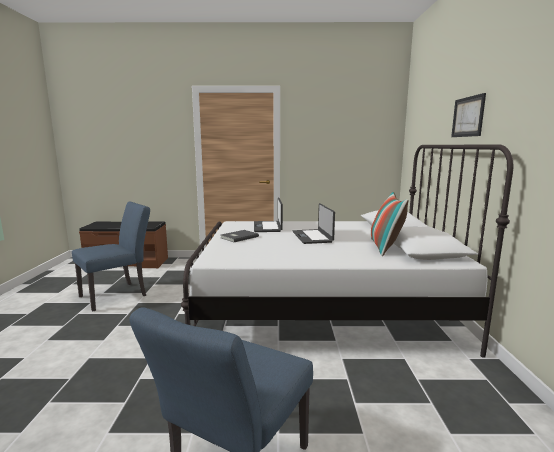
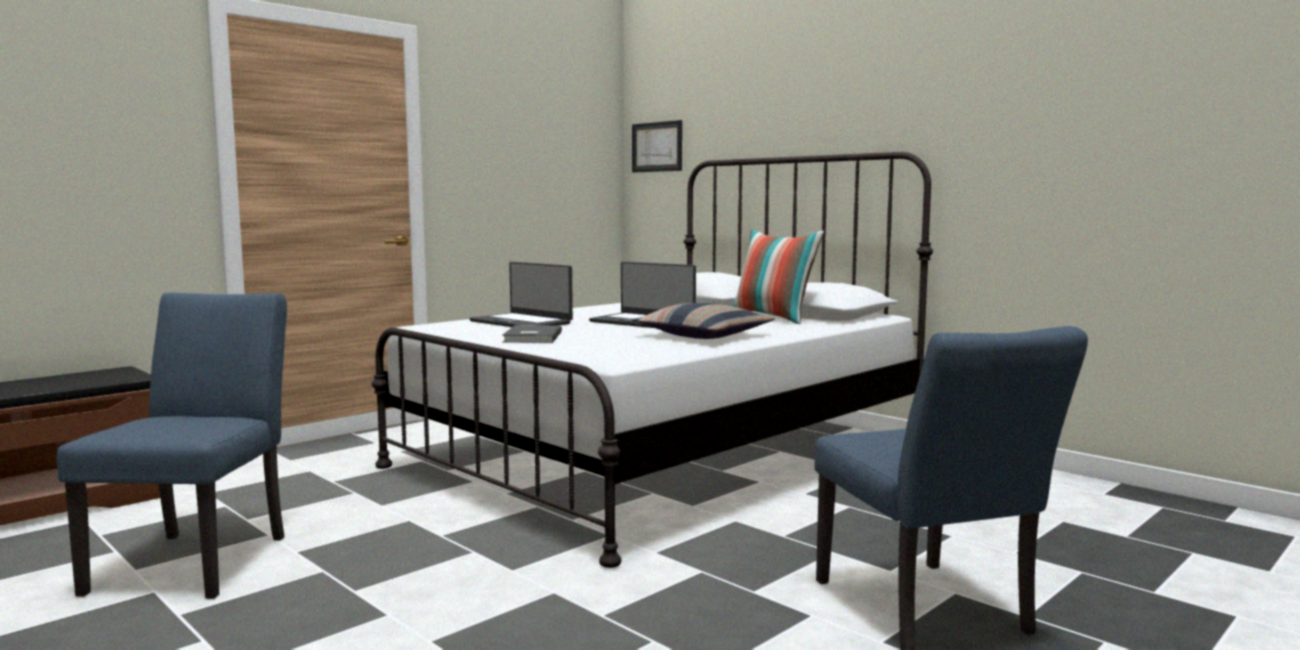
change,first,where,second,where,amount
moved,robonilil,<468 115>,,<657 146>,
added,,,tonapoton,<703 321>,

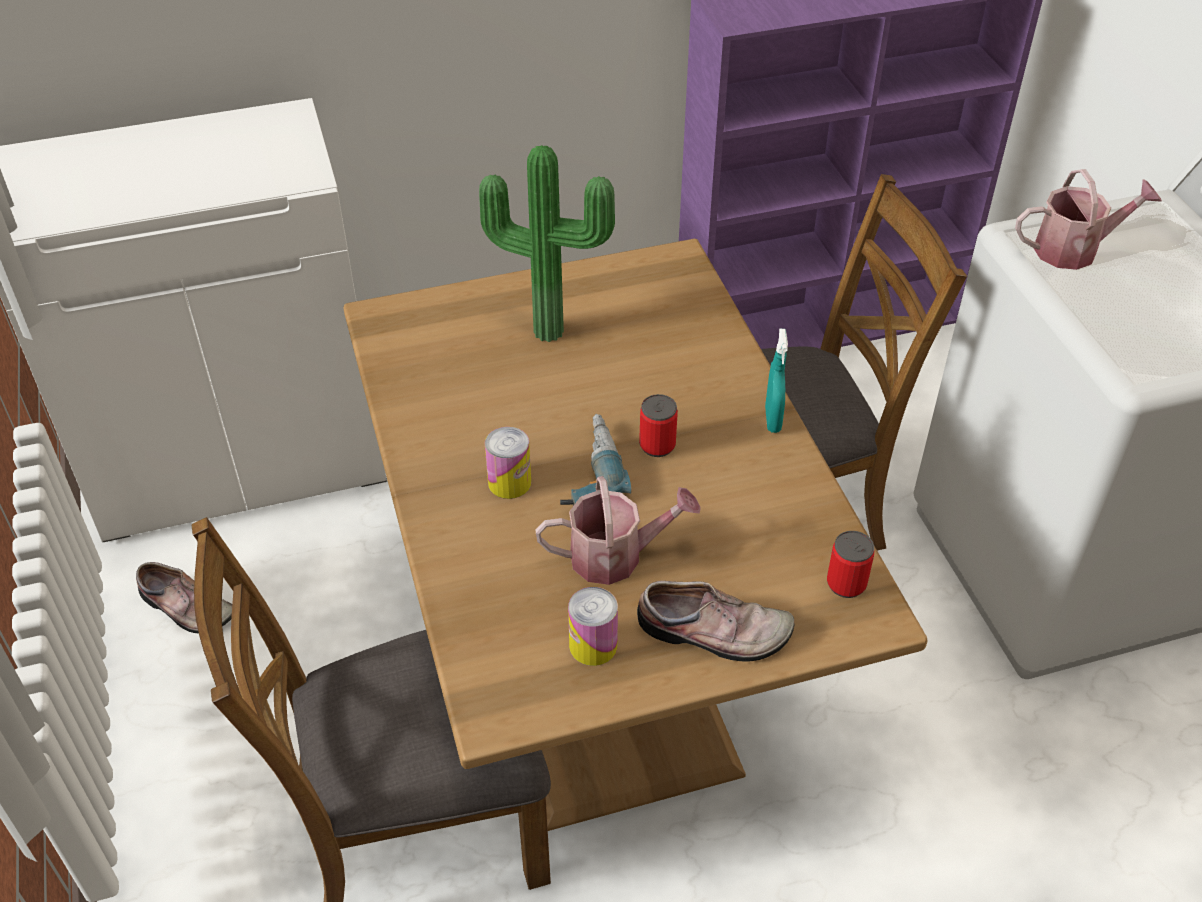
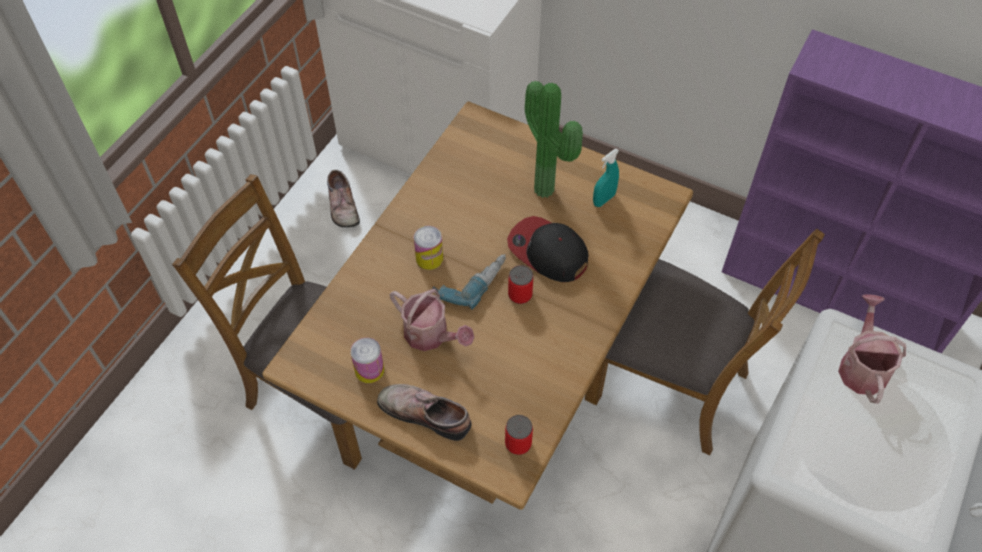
change,first,where,second,where,amount
turned,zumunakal,<715 621>,,<424 412>,150 degrees clockwise
added,,,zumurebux,<547 249>,
moved,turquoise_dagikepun,<776 381>,,<606 178>,
turned,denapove,<1088 219>,,<872 349>,120 degrees counterclockwise

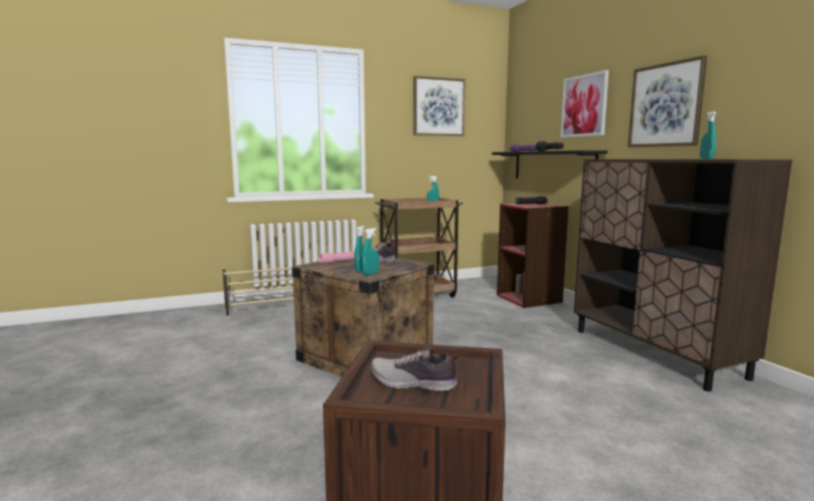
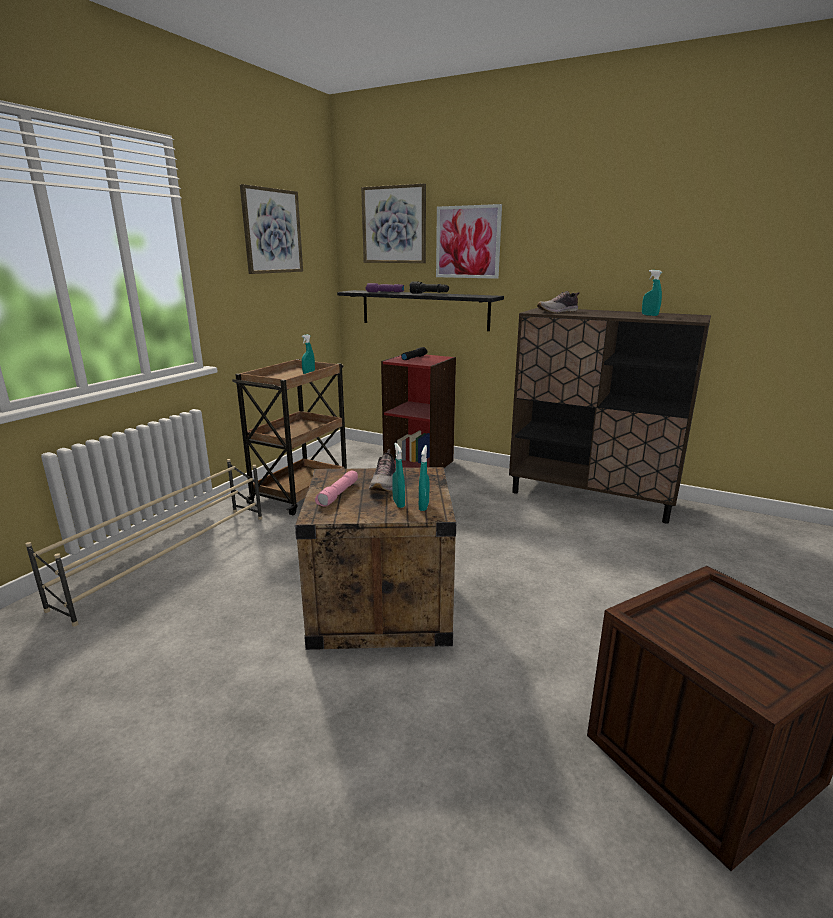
change,first,where,second,where,amount
moved,robonilil,<667 101>,,<393 223>,
moved,zumunakal,<415 370>,,<558 302>,

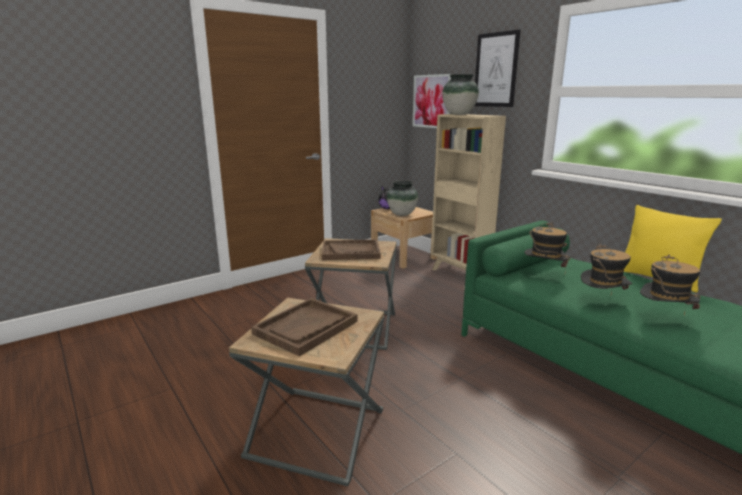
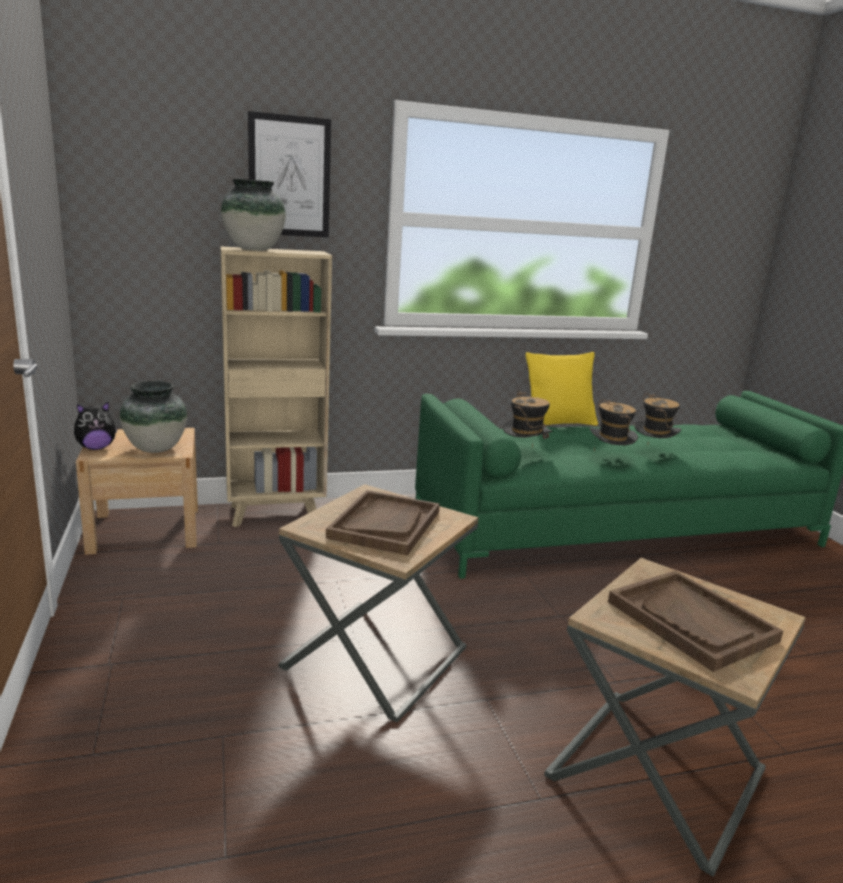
change,first,where,second,where,amount
removed,robonilil,<432 101>,,,

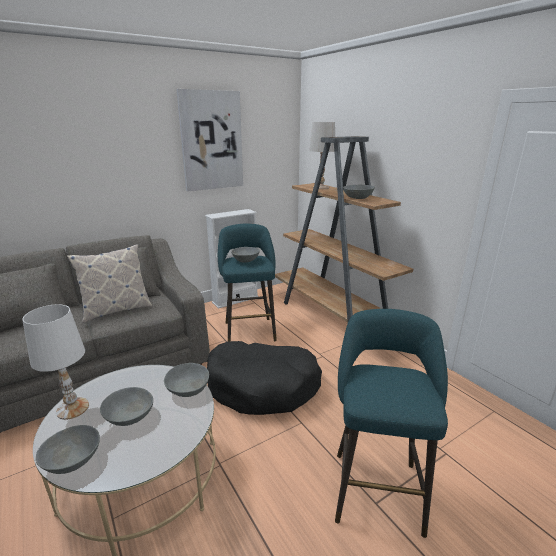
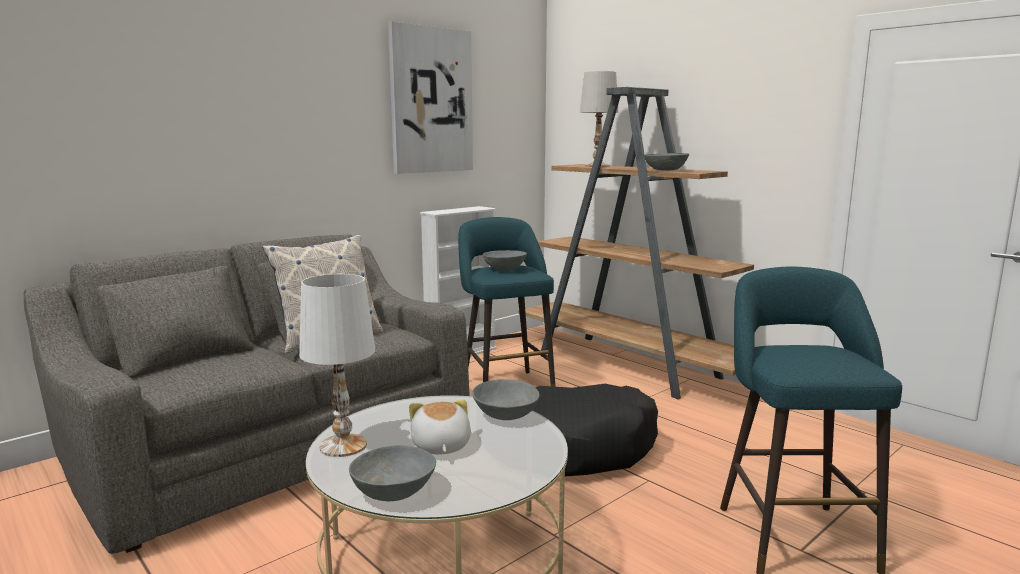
change,first,where,second,where,amount
replaced,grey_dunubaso,<126 406>,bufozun,<440 427>,

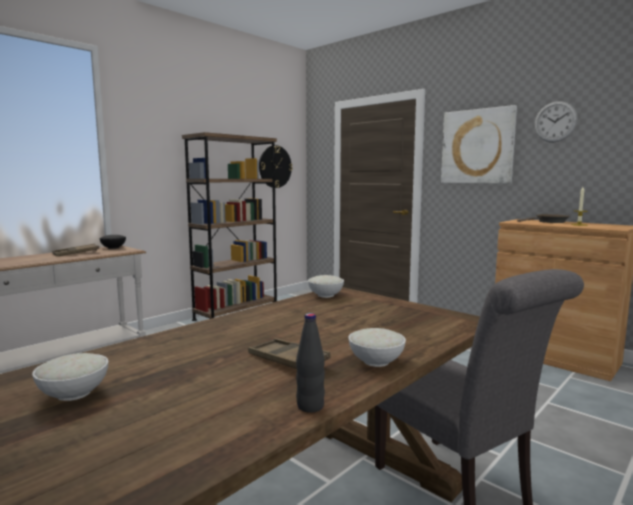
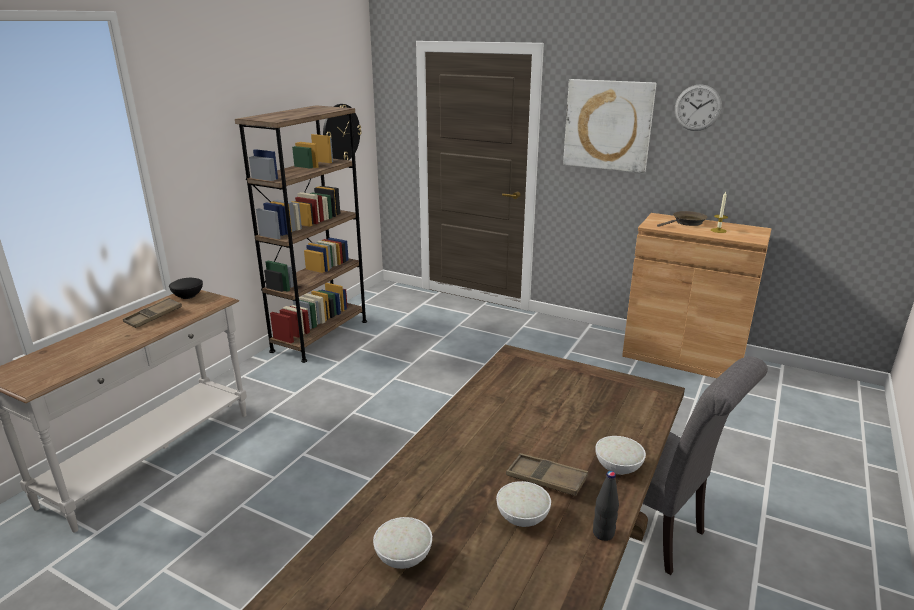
change,first,where,second,where,amount
moved,white_dunubaso,<326 286>,,<523 504>,

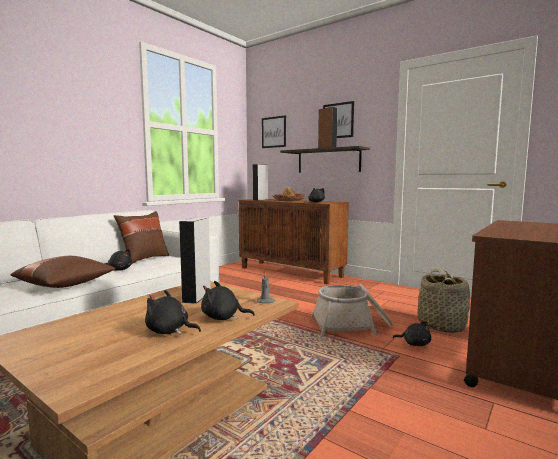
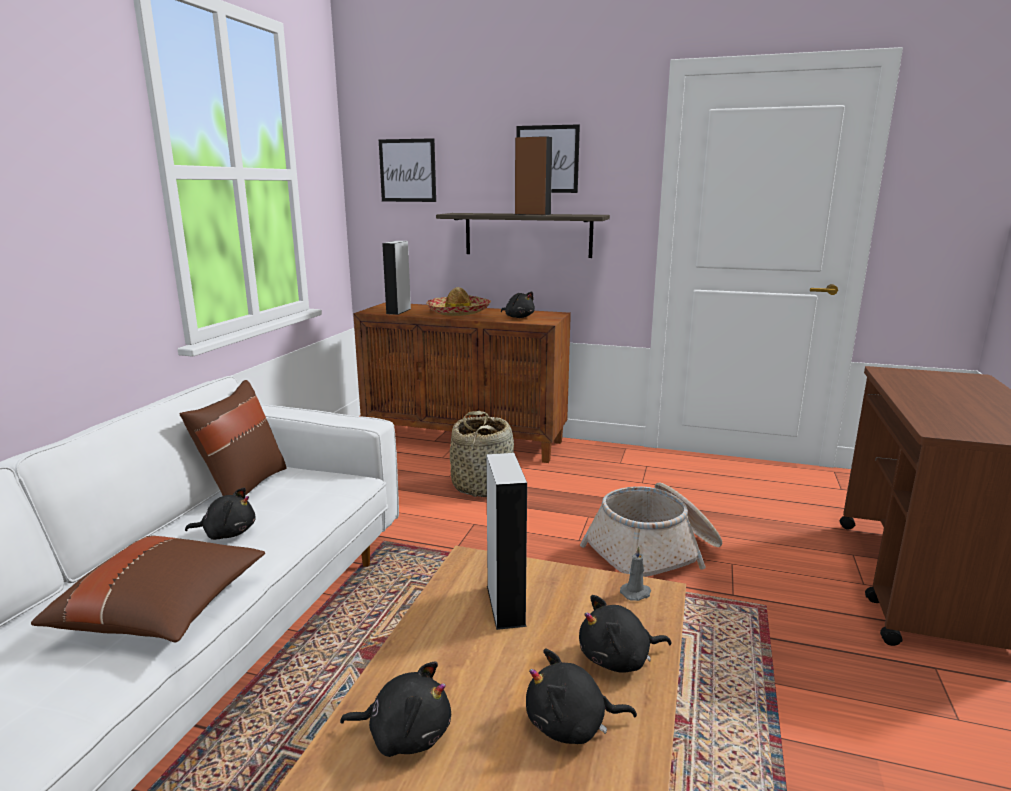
change,first,where,second,where,amount
moved,black_bufozun,<412 333>,,<395 709>,
moved,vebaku,<443 301>,,<482 454>,

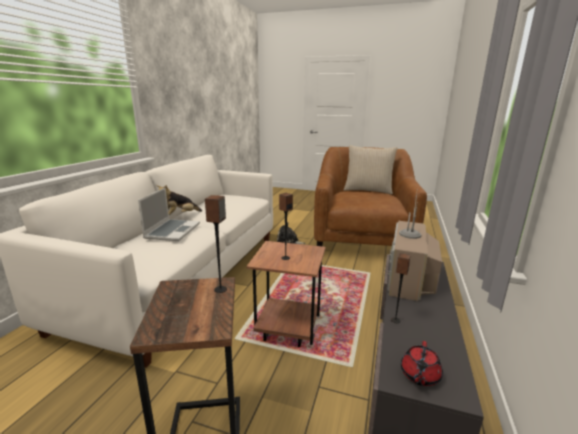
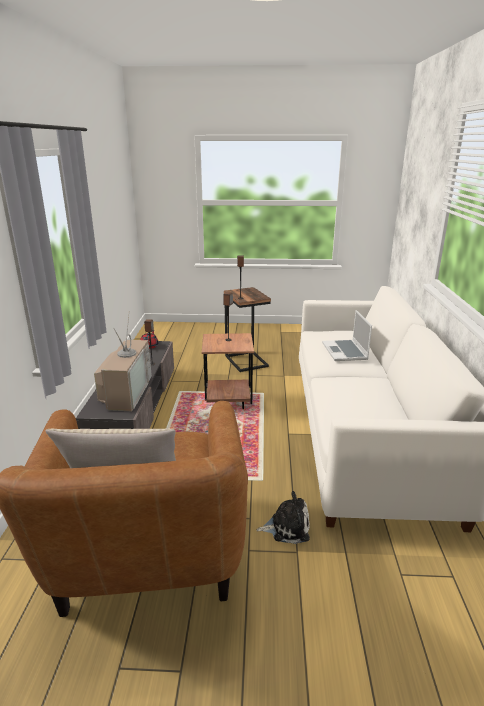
change,first,where,second,where,amount
removed,bufozun,<179 200>,,,

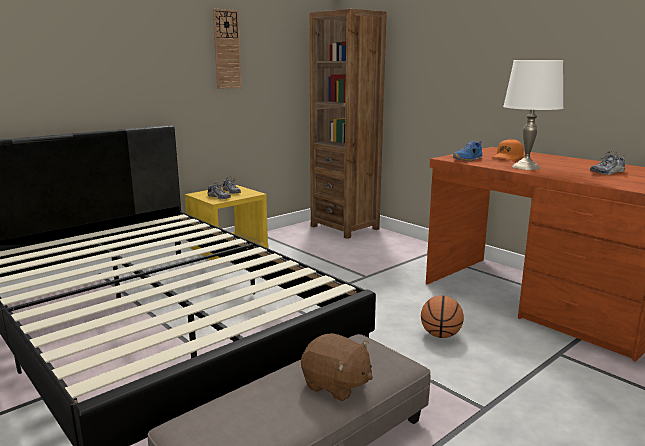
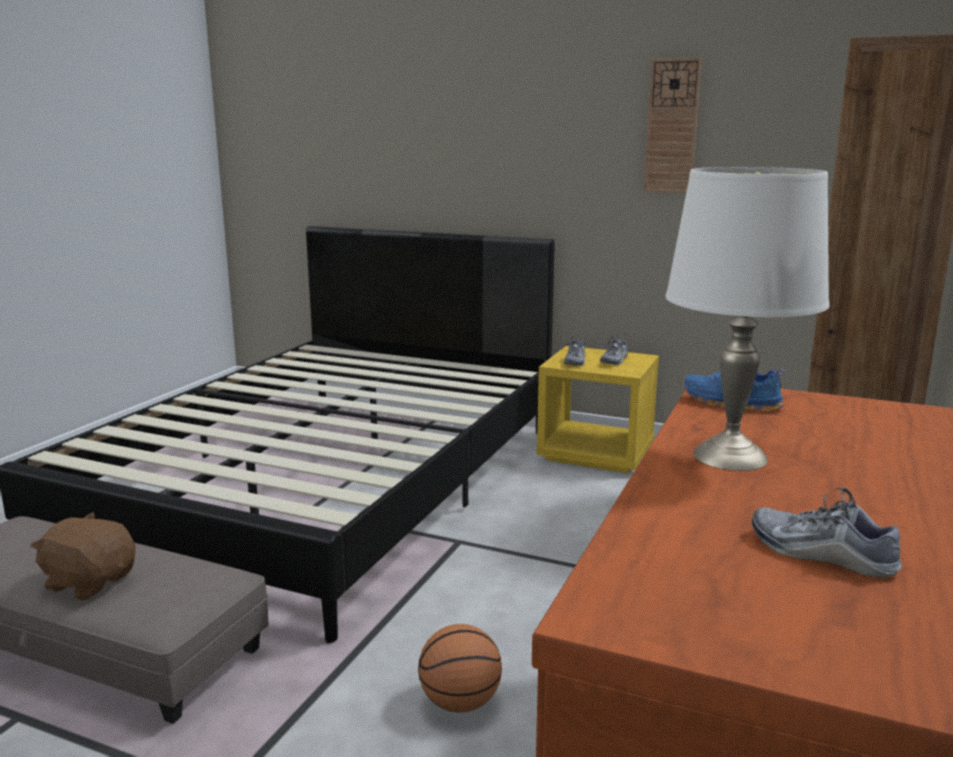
change,first,where,second,where,amount
turned,brown_bufozun,<337 367>,,<83 556>,105 degrees clockwise
removed,orange_zumurebux,<508 149>,,,

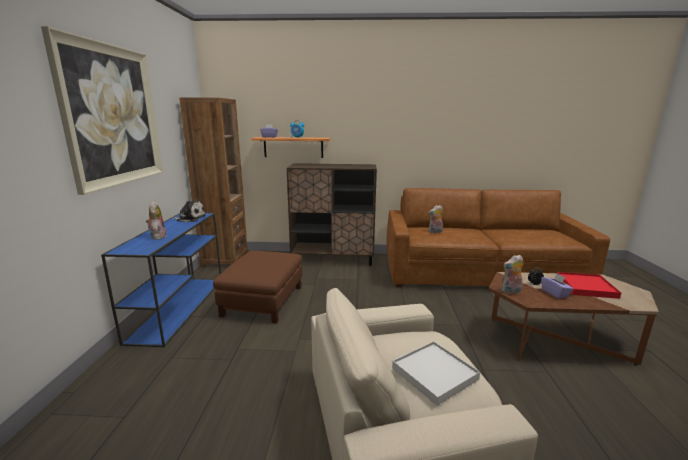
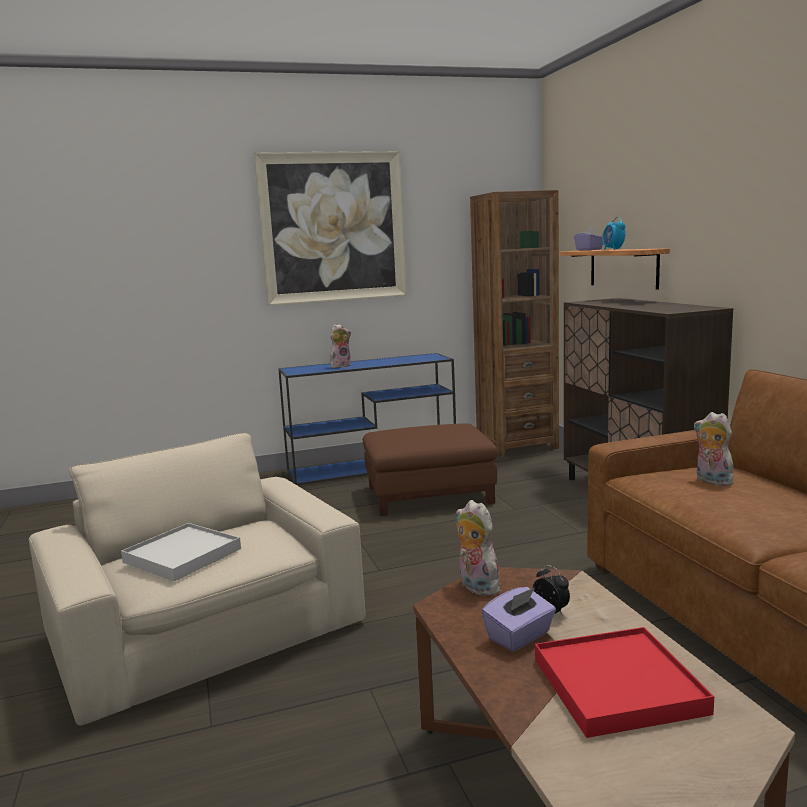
change,first,where,second,where,amount
removed,bufozun,<188 210>,,,

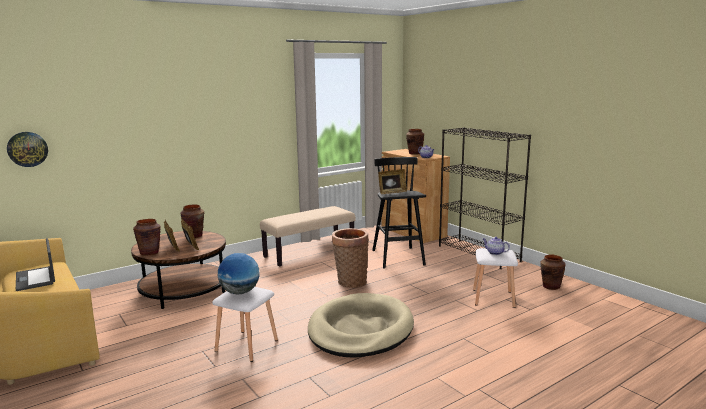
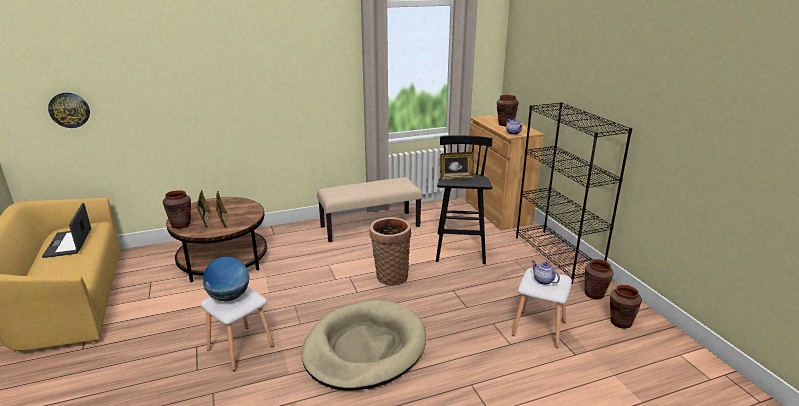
change,first,where,second,where,amount
moved,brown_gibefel,<192 221>,,<599 279>,

